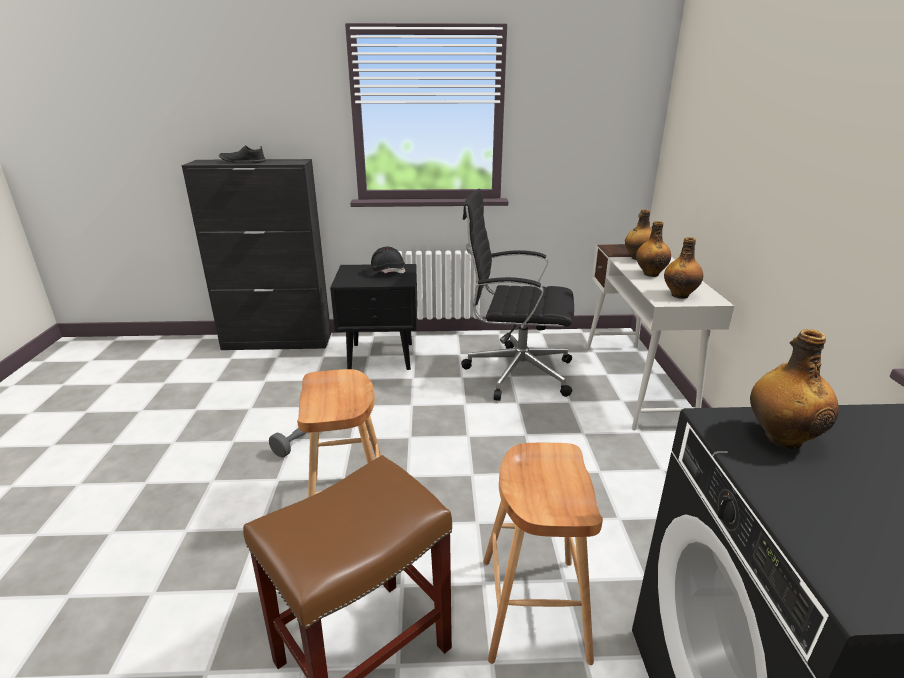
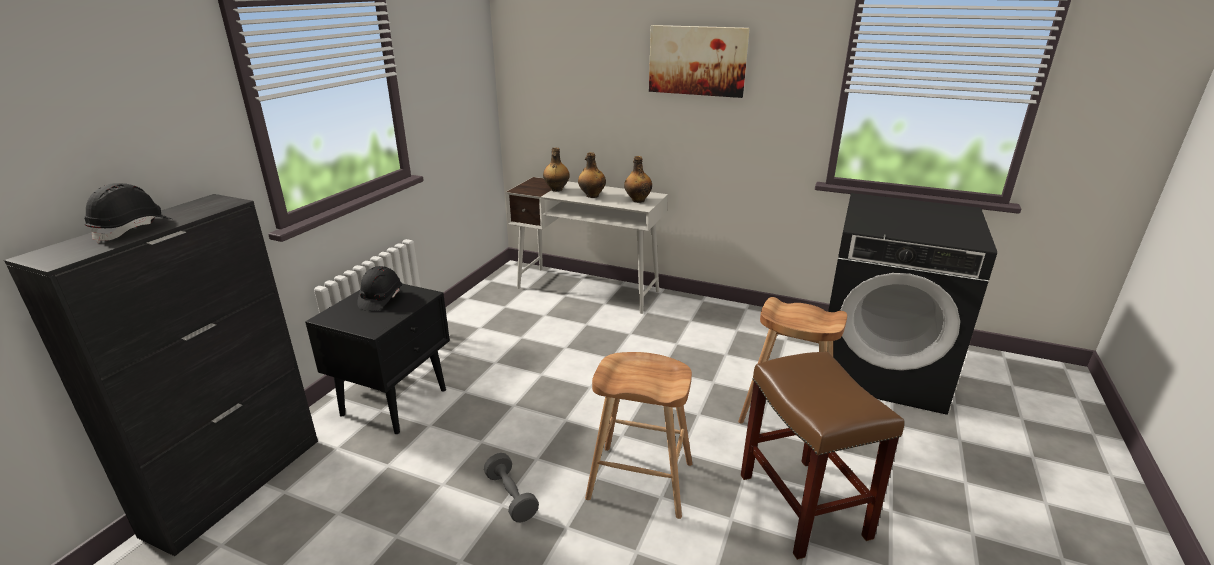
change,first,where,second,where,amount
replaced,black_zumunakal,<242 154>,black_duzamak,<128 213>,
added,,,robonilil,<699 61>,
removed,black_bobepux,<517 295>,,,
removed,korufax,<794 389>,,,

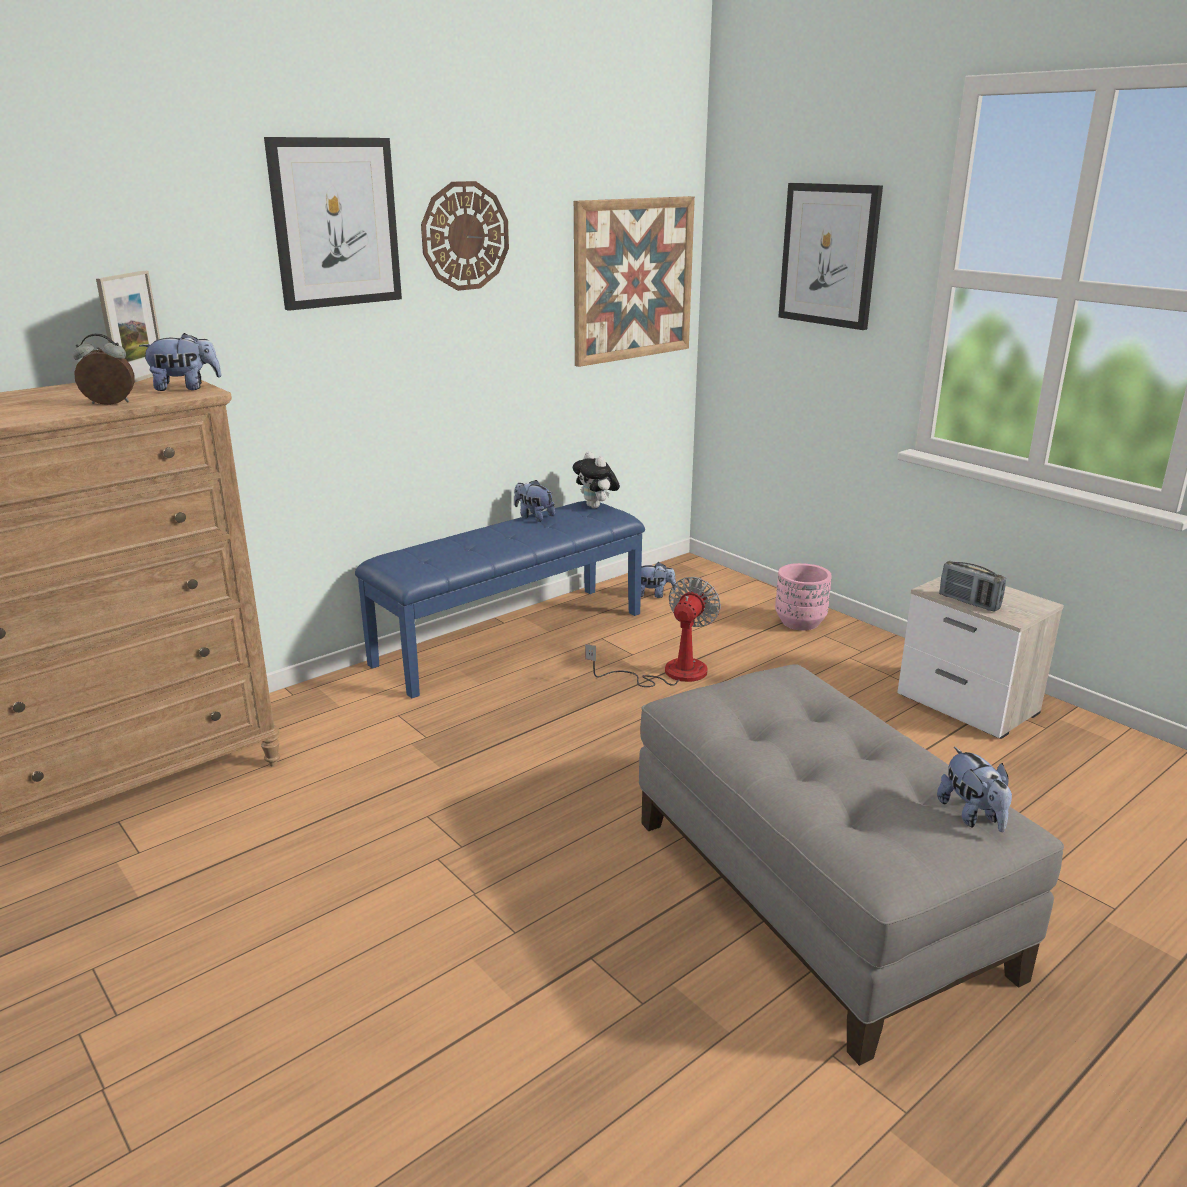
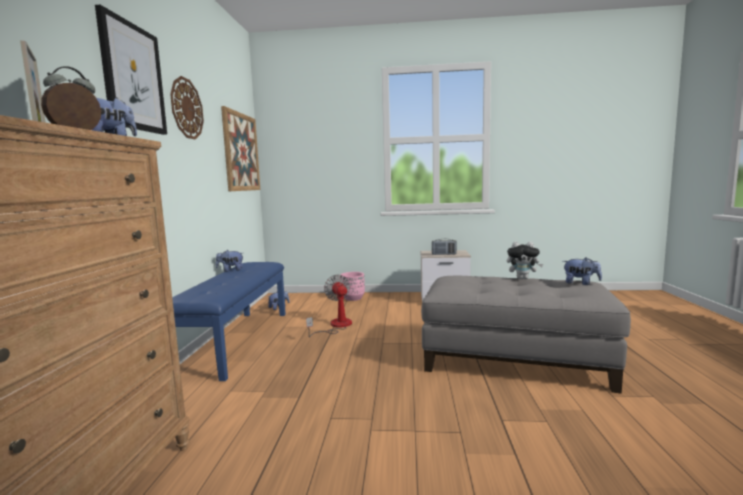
change,first,where,second,where,amount
moved,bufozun,<596 479>,,<525 260>,
removed,robonilil,<830 256>,,,

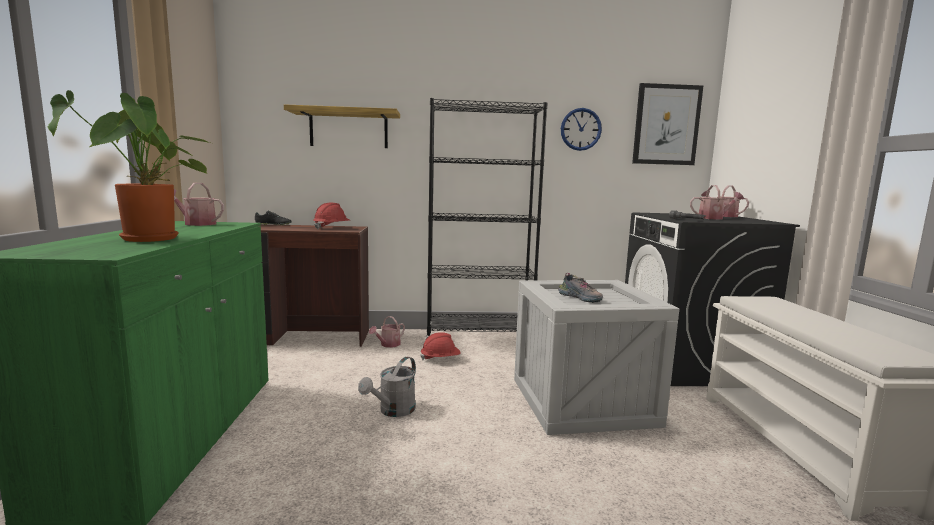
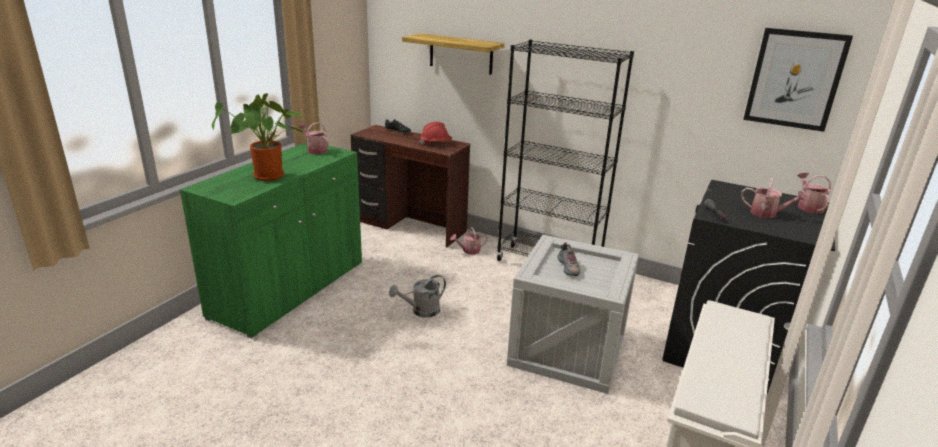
change,first,where,second,where,amount
removed,red_duzamak,<440 346>,,,
removed,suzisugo,<581 129>,,,

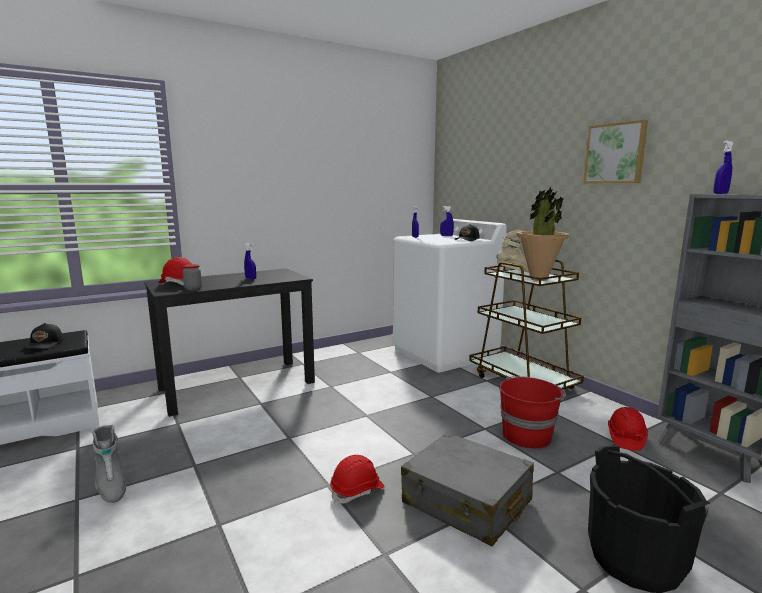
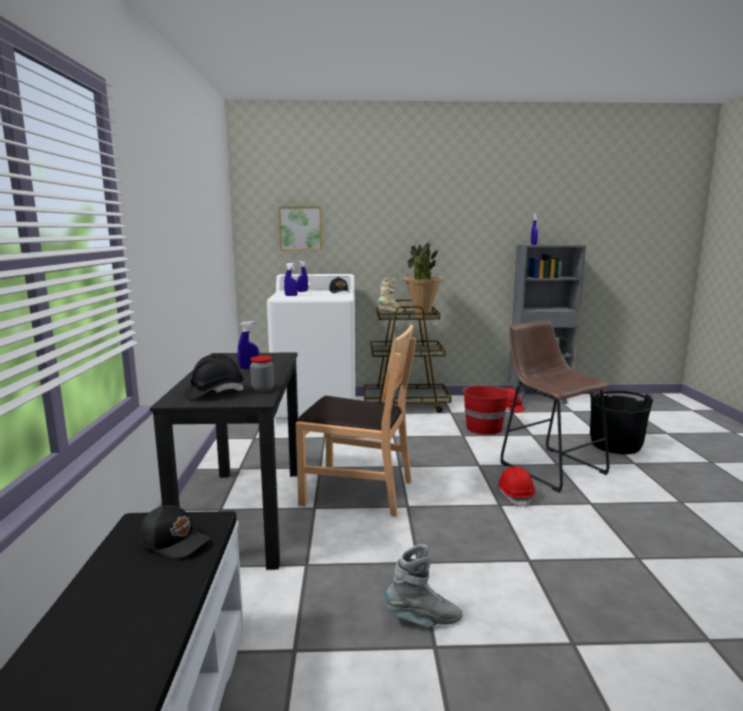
change,first,where,second,where,amount
recoloured,red_duzamak,<175 271>,black_duzamak,<214 377>,
moved,robonilil,<616 151>,,<300 228>,
added,,,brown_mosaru,<356 421>,
replaced,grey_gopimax,<467 489>,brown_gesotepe,<555 406>,

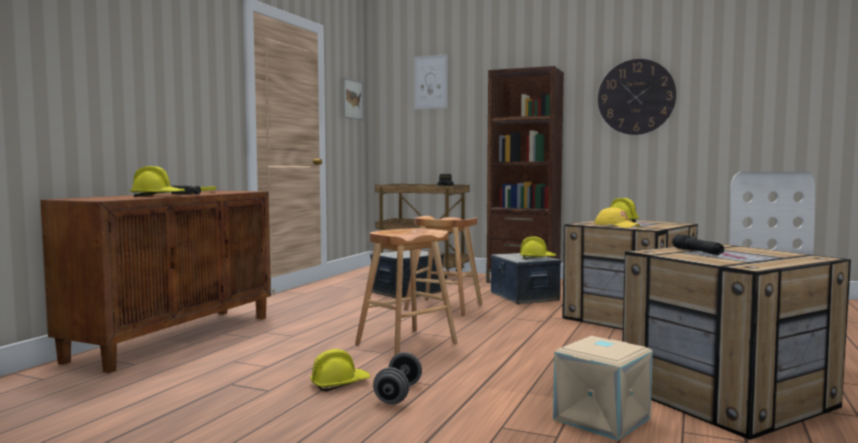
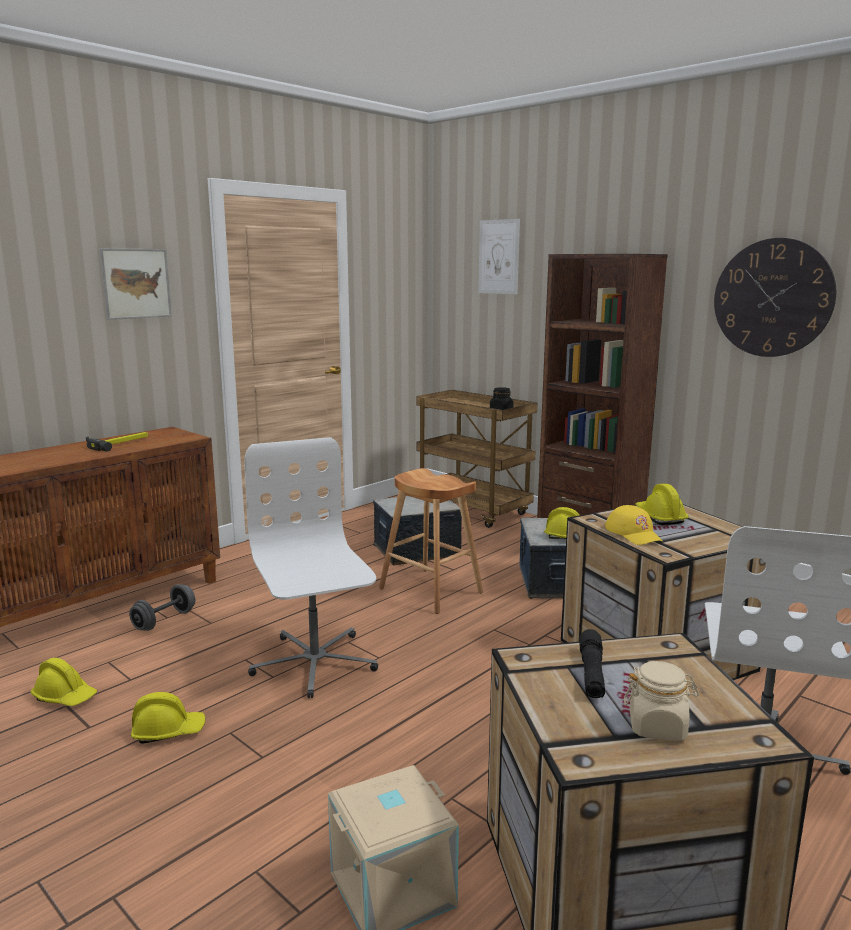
change,first,where,second,where,amount
moved,yellow_duzamak,<157 181>,,<64 682>,
moved,robonilil,<353 98>,,<135 284>,
moved,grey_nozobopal,<397 378>,,<162 607>,
replaced,brown_gesotepe,<406 292>,white_bobepux,<311 567>,
added,,,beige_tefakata,<661 701>,

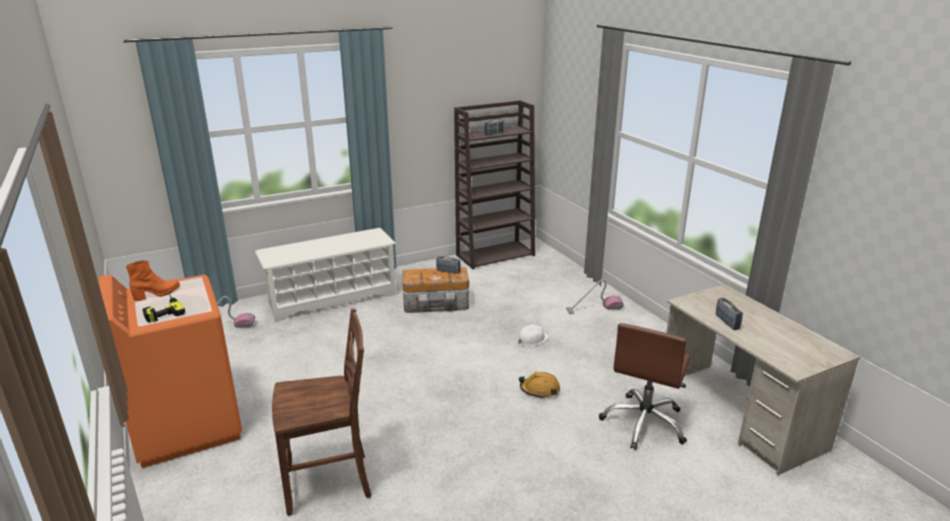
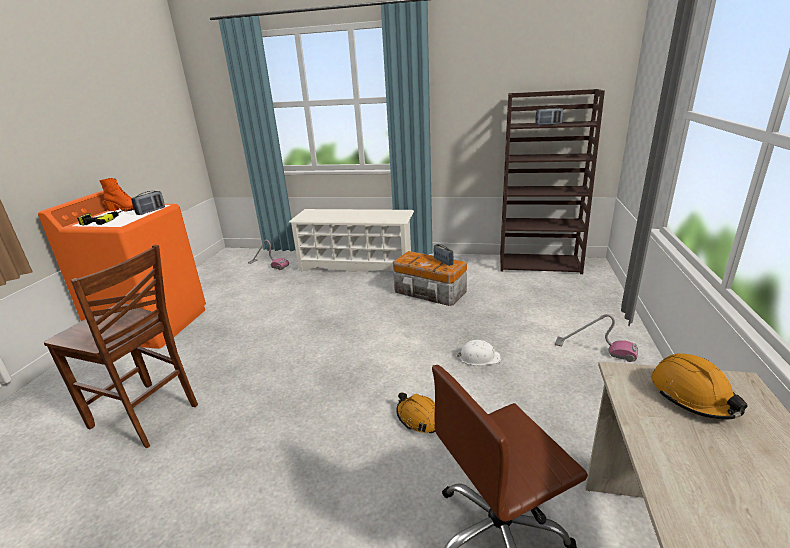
change,first,where,second,where,amount
moved,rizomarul,<729 314>,,<148 203>,
added,,,orange_duzamak,<699 386>,

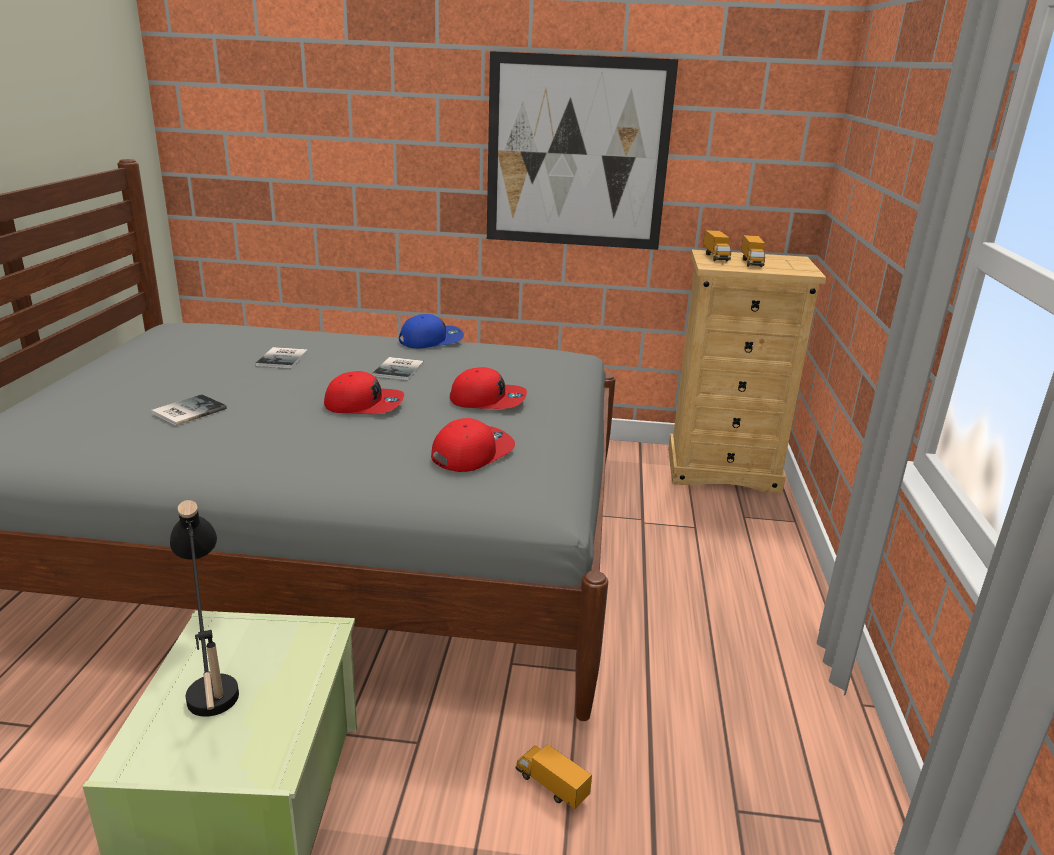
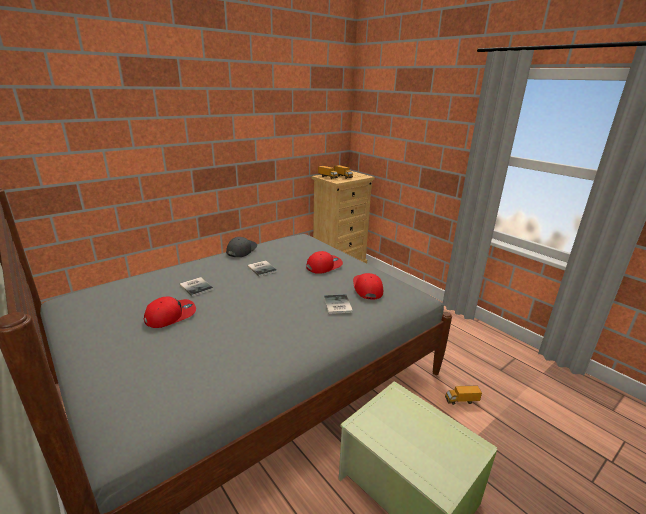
change,first,where,second,where,amount
moved,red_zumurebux,<364 392>,,<170 312>,
recoloured,blue_zumurebux,<431 331>,grey_zumurebux,<241 247>,
moved,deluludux,<189 410>,,<338 304>,
removed,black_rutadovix,<204 608>,,,
removed,robonilil,<582 150>,,,

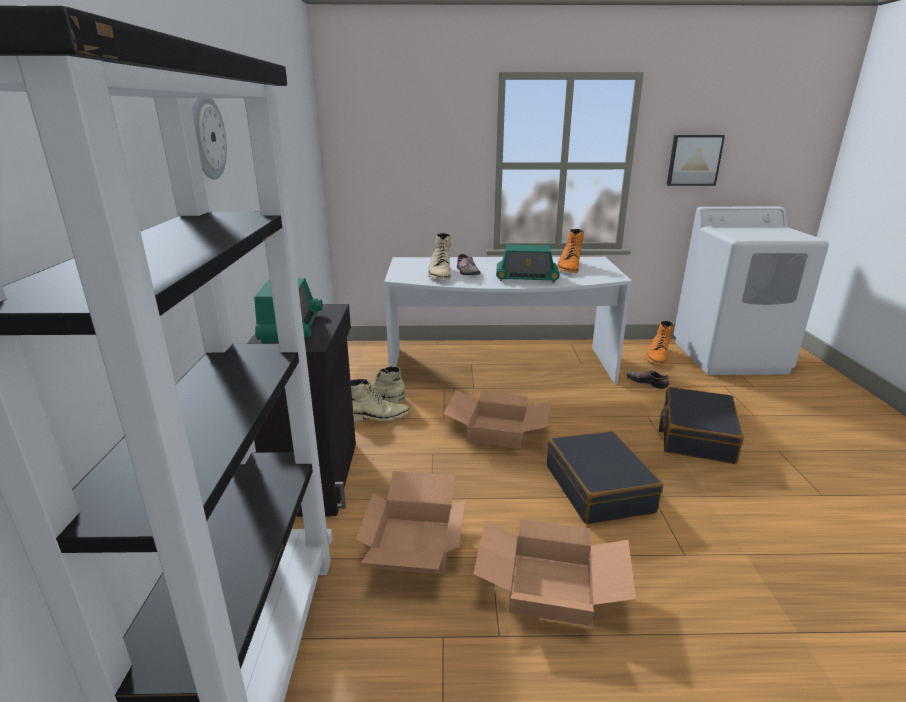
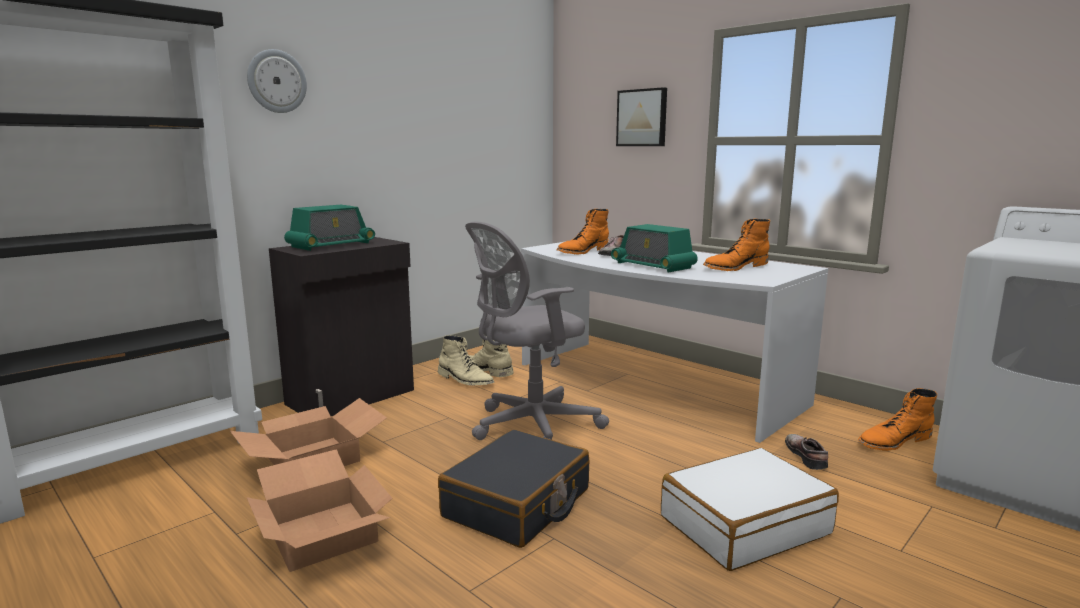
change,first,where,second,where,amount
replaced,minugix,<497 419>,grey_bobepux,<537 331>,
recoloured,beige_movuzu,<439 256>,orange_movuzu,<583 232>,
moved,robonilil,<696 160>,,<641 116>,
recoloured,black_gopimax,<701 425>,white_gopimax,<750 509>,

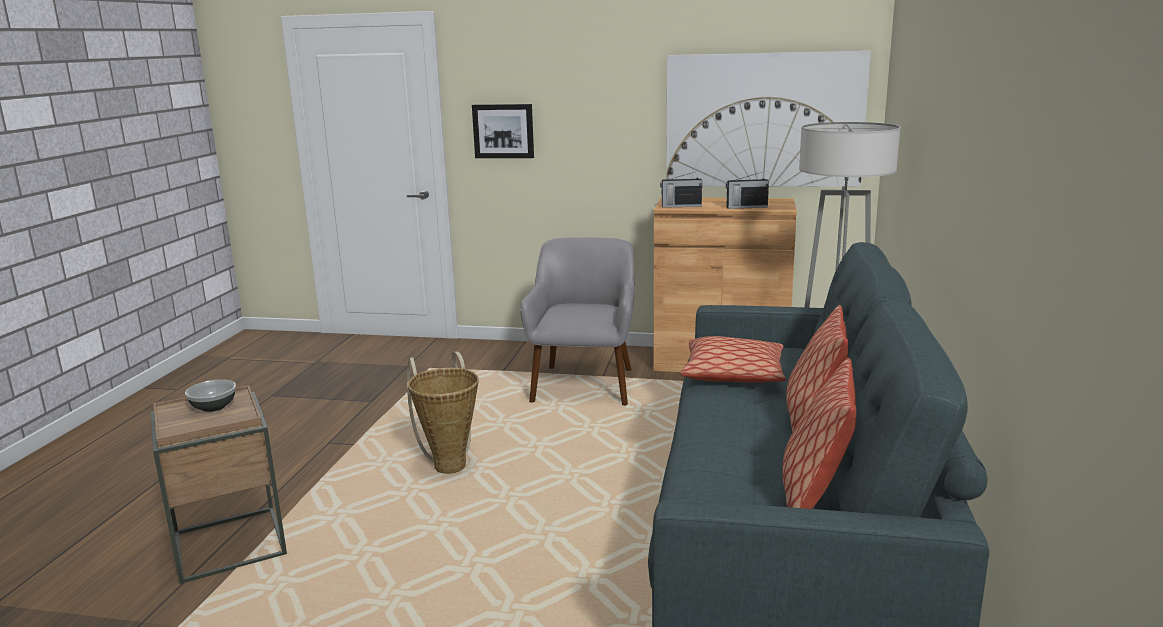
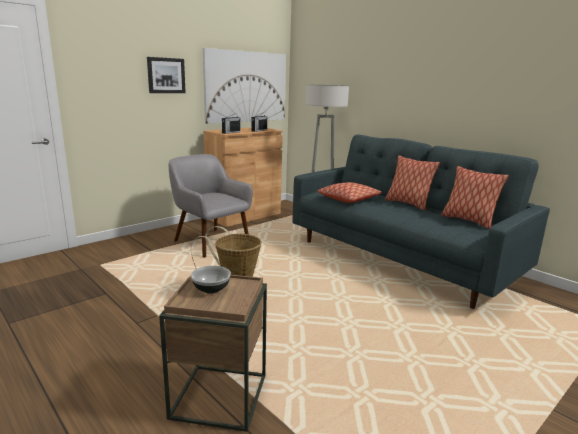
change,first,where,second,where,amount
moved,robonilil,<503 131>,,<166 75>,

